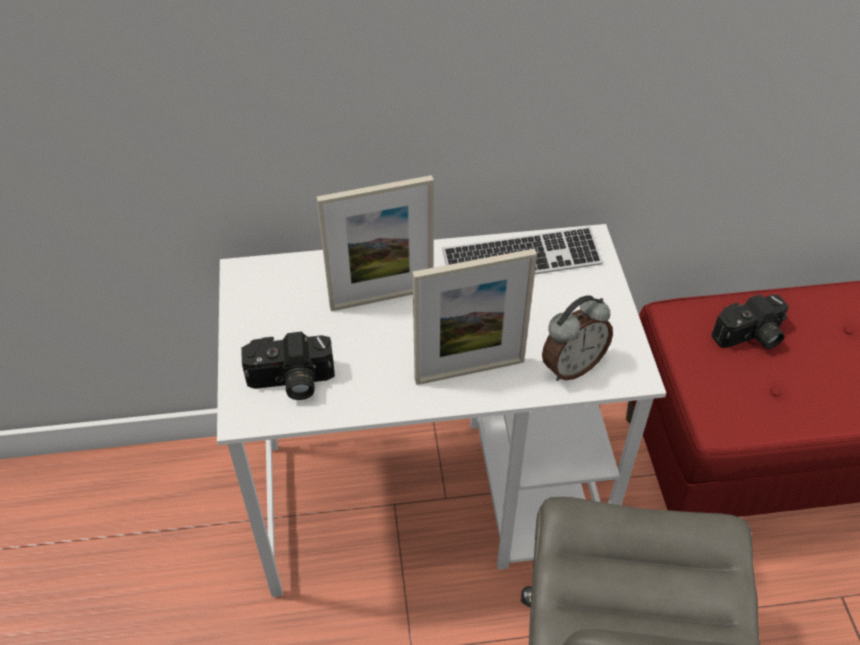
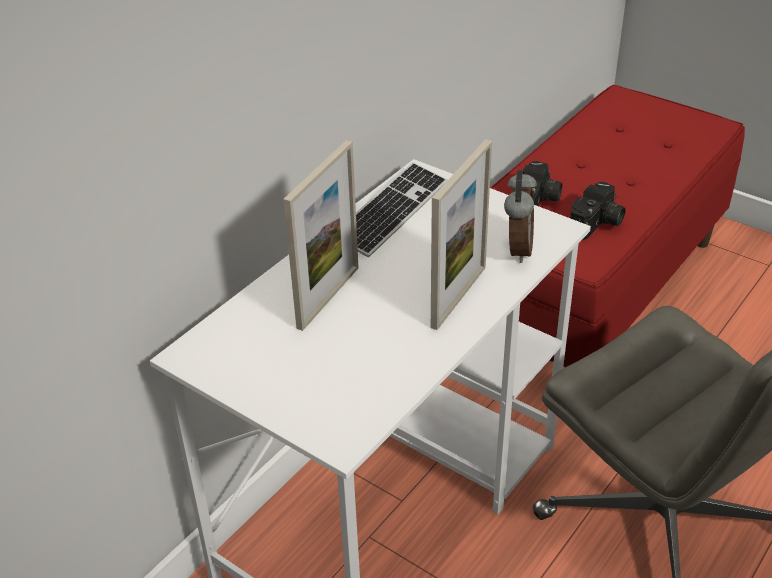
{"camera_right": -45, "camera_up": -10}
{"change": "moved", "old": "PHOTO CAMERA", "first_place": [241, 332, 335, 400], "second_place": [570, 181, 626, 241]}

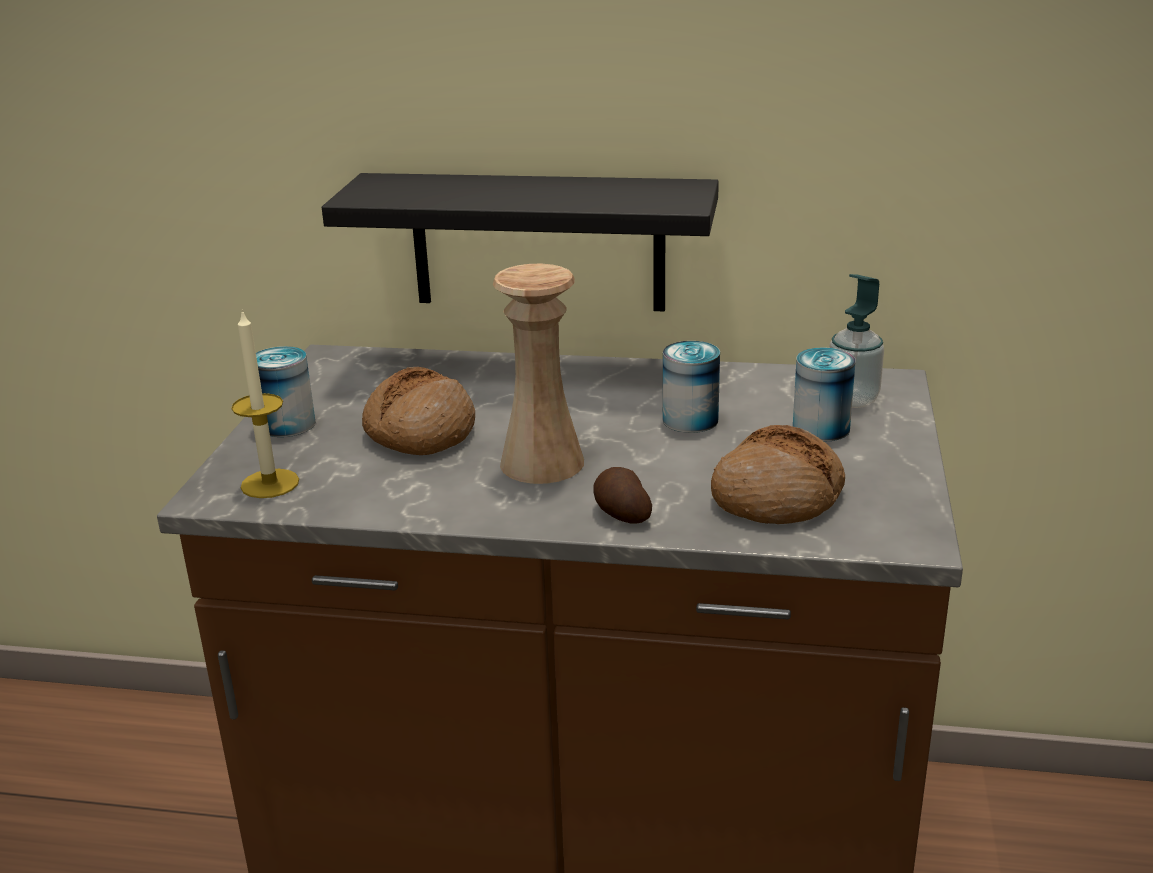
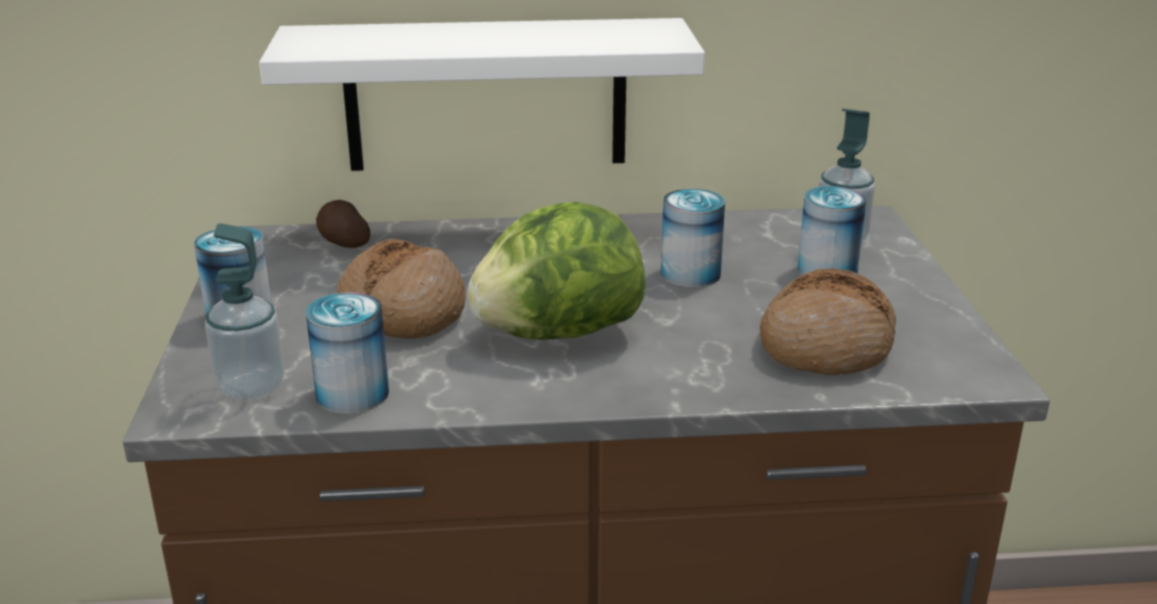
{"camera_right": -15, "camera_up": 0}
{"change": "recoloured", "old": "BLACK BRACKET SHELF", "new": "WHITE BRACKET SHELF", "first_place": [322, 173, 719, 312], "second_place": [259, 18, 705, 171]}
{"change": "replaced", "old": "SAND-COLOURED VASE", "new": "HEAD OF LETTUCE", "first_place": [493, 264, 584, 484], "second_place": [468, 202, 645, 340]}
{"change": "replaced", "old": "CANDLE", "new": "LIQUID SOAP BOTTLE", "first_place": [232, 309, 299, 498], "second_place": [205, 223, 285, 401]}
{"change": "moved", "old": "SPUD", "first_place": [593, 467, 652, 524], "second_place": [316, 200, 370, 248]}
{"change": "added", "new": "CAN", "second_place": [306, 292, 389, 414]}

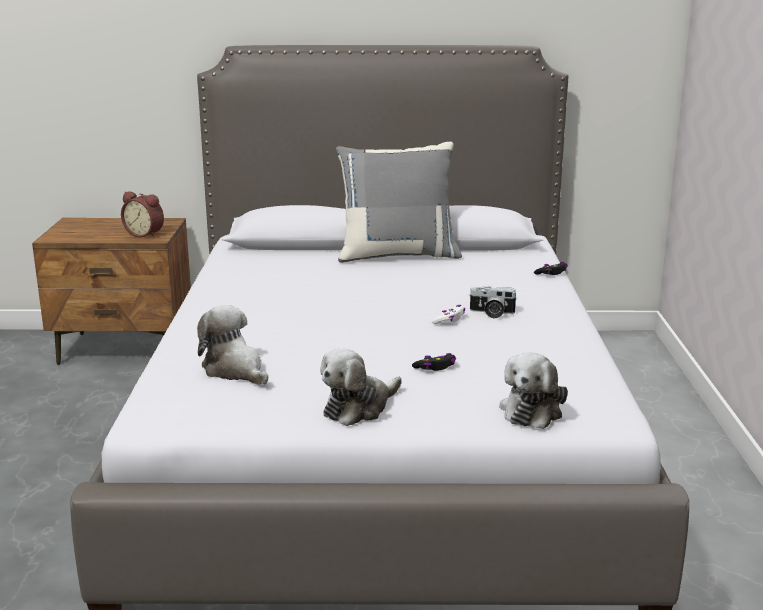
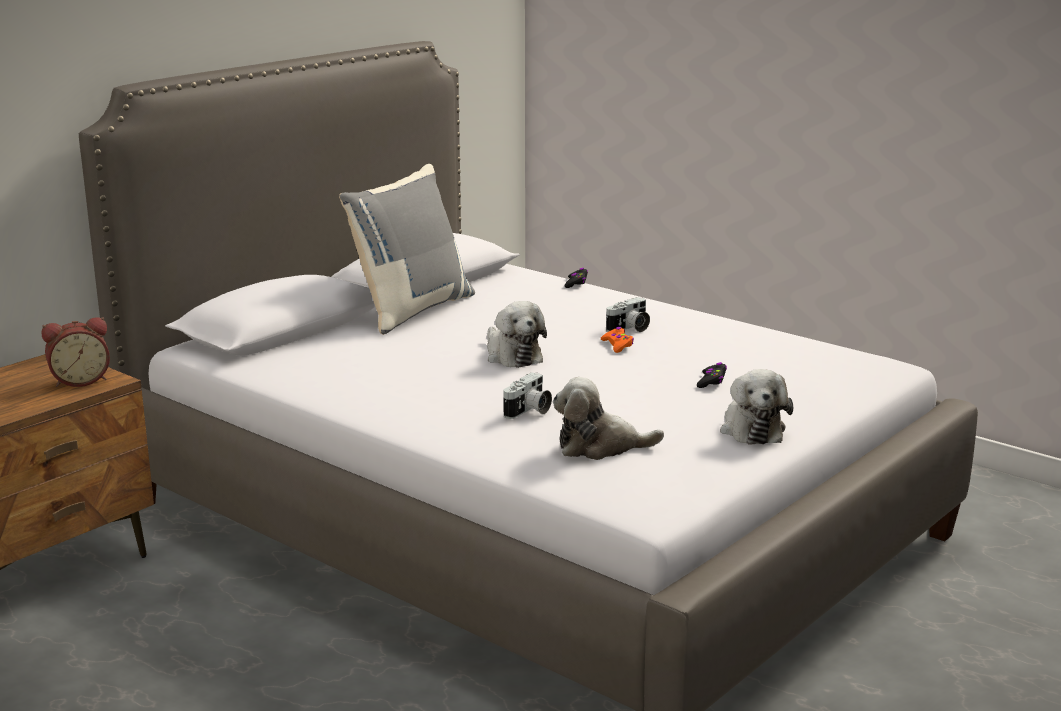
{"camera_right": -50, "camera_up": 0}
{"change": "recoloured", "old": "WHITE GAMEPAD", "new": "ORANGE GAMEPAD", "first_place": [432, 305, 465, 324], "second_place": [601, 327, 634, 353]}
{"change": "moved", "old": "CUDDLY TOY", "first_place": [499, 352, 568, 429], "second_place": [487, 301, 547, 368]}
{"change": "added", "new": "PHOTO CAMERA", "second_place": [503, 372, 552, 419]}

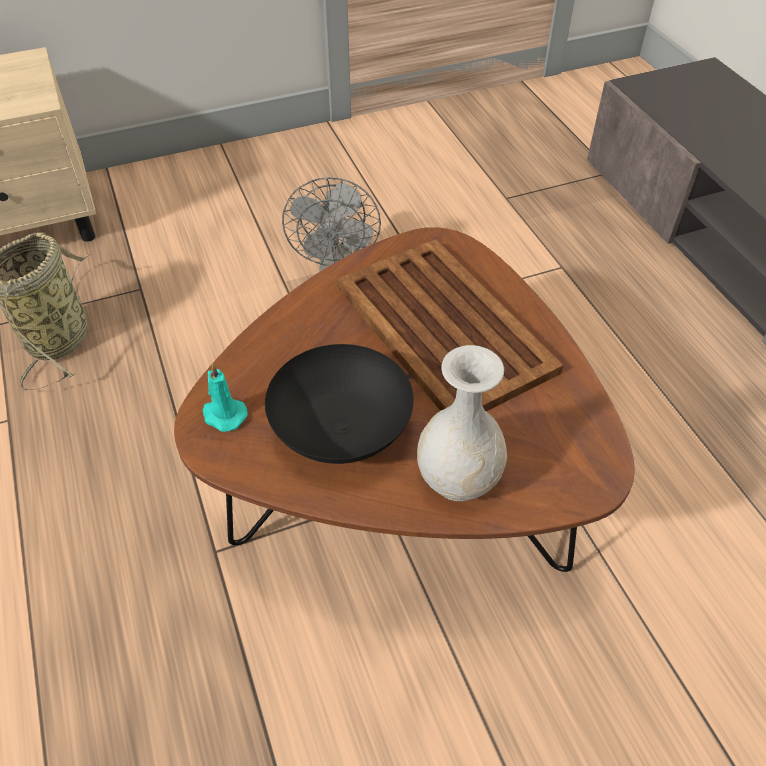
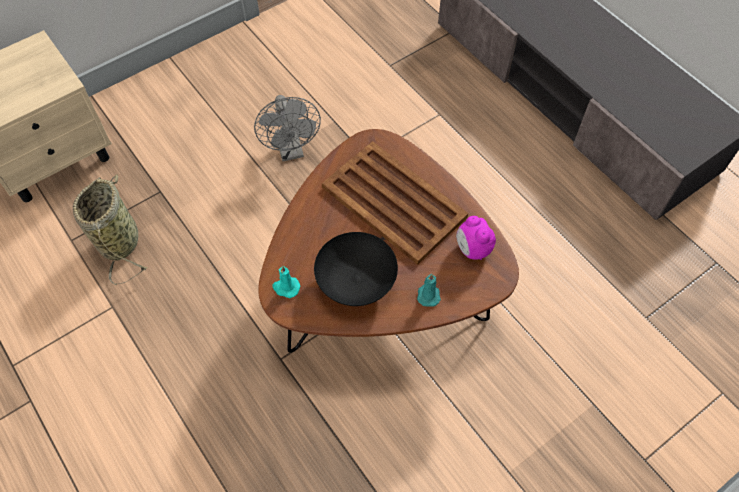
{"camera_right": -15, "camera_up": 10}
{"change": "replaced", "old": "WHITE VASE", "new": "BLUE-GREEN CANDLE", "first_place": [417, 345, 507, 501], "second_place": [417, 274, 441, 307]}
{"change": "added", "new": "BEDSIDE CLOCK", "second_place": [456, 216, 496, 260]}

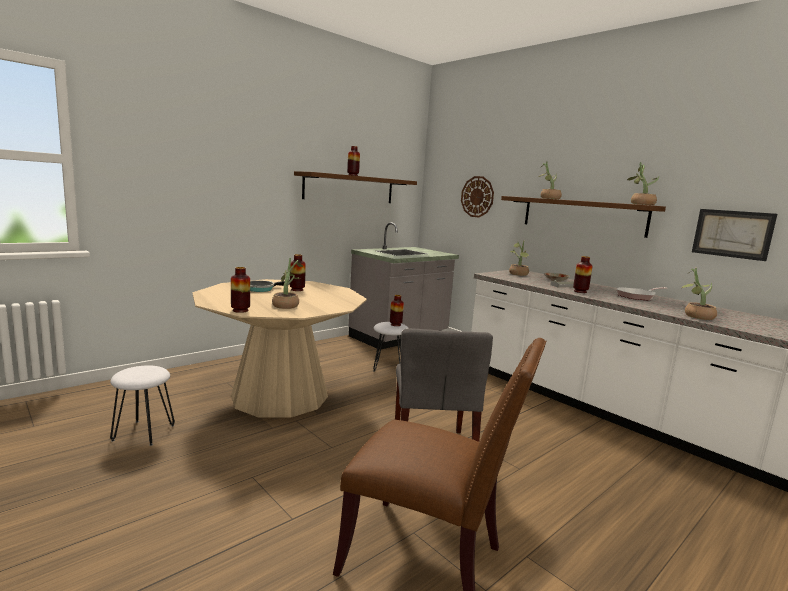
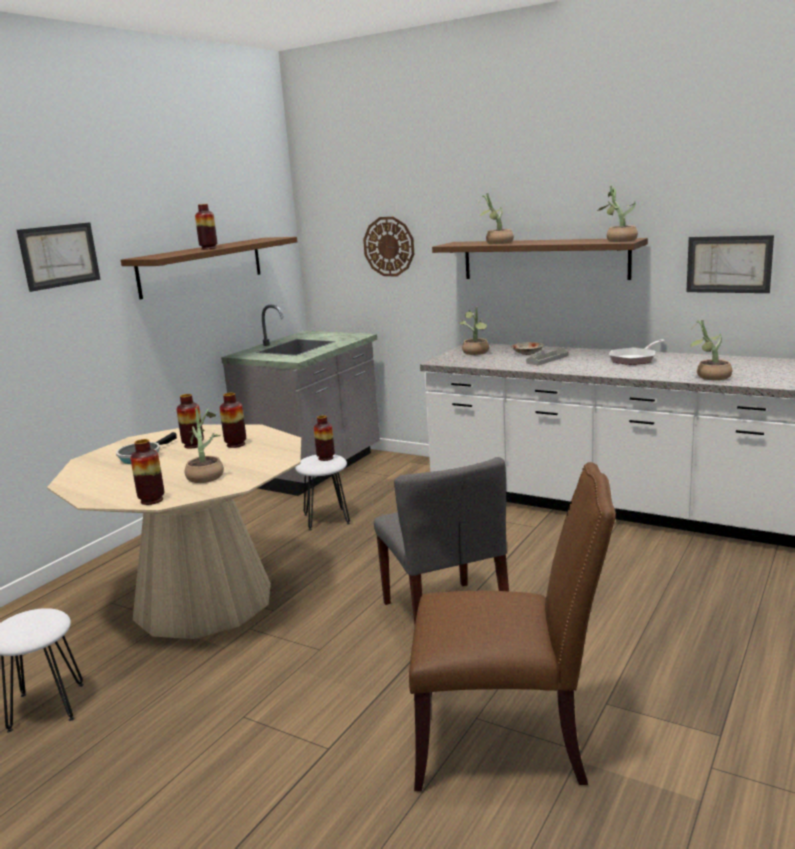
{"camera_right": -15, "camera_up": 5}
{"change": "moved", "old": "VASE", "first_place": [573, 256, 593, 293], "second_place": [220, 393, 246, 448]}
{"change": "added", "new": "WALL PICTURE", "second_place": [17, 222, 101, 292]}

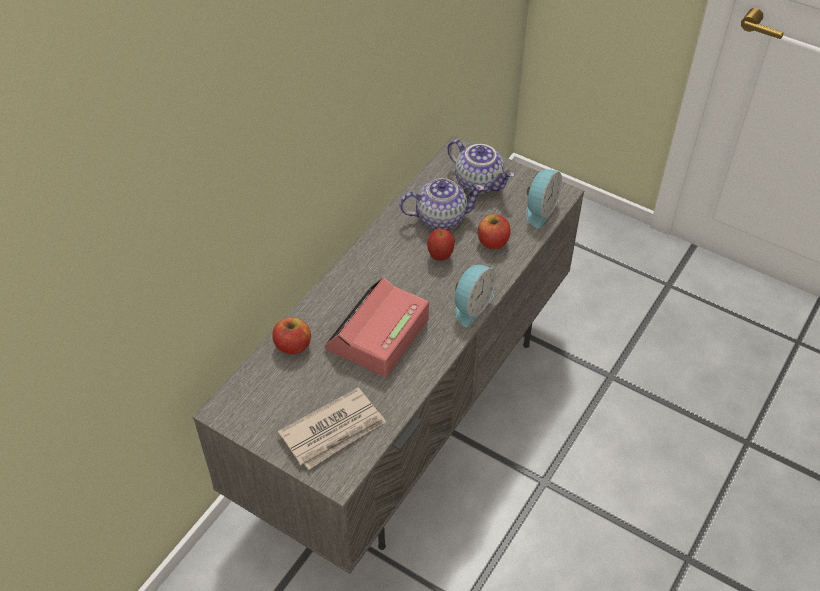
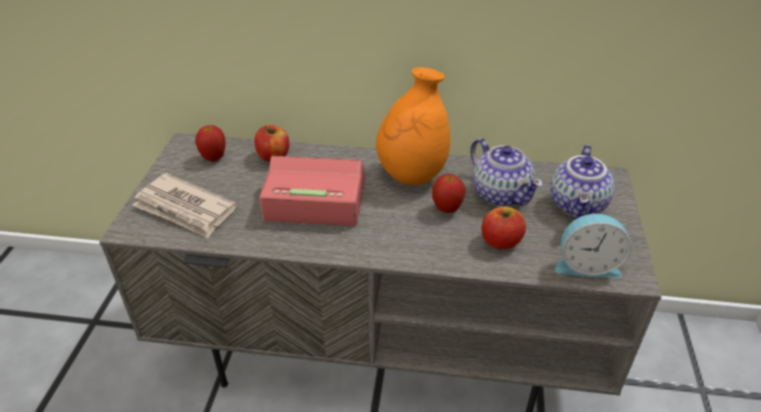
{"camera_right": 65, "camera_up": -10}
{"change": "removed", "old": "BEDSIDE CLOCK", "first_place": [455, 265, 496, 327]}
{"change": "added", "new": "ORANGE VASE", "second_place": [376, 67, 450, 185]}
{"change": "added", "new": "WHOLE APPLE", "second_place": [195, 125, 226, 161]}

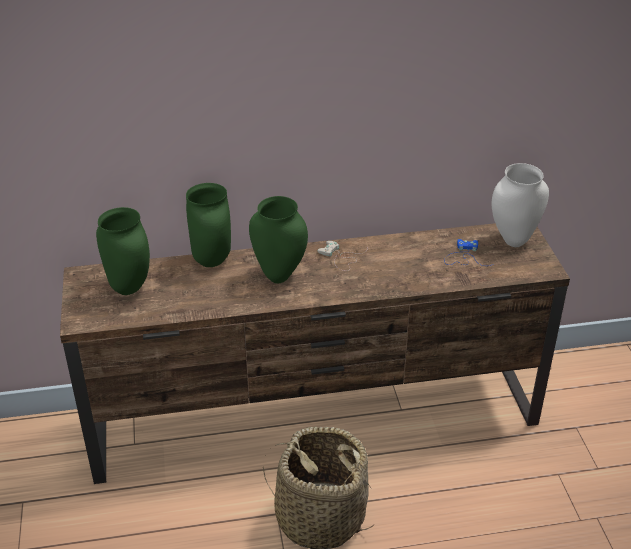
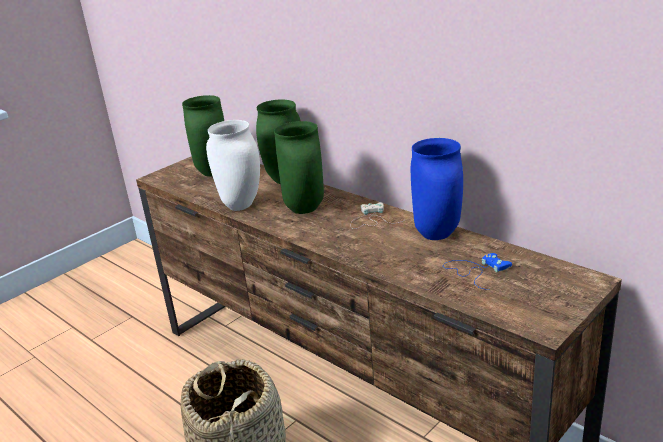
{"camera_right": 55, "camera_up": -10}
{"change": "moved", "old": "WHITE VASE", "first_place": [491, 163, 549, 247], "second_place": [206, 120, 260, 211]}
{"change": "added", "new": "BLUE VASE", "second_place": [411, 138, 463, 240]}

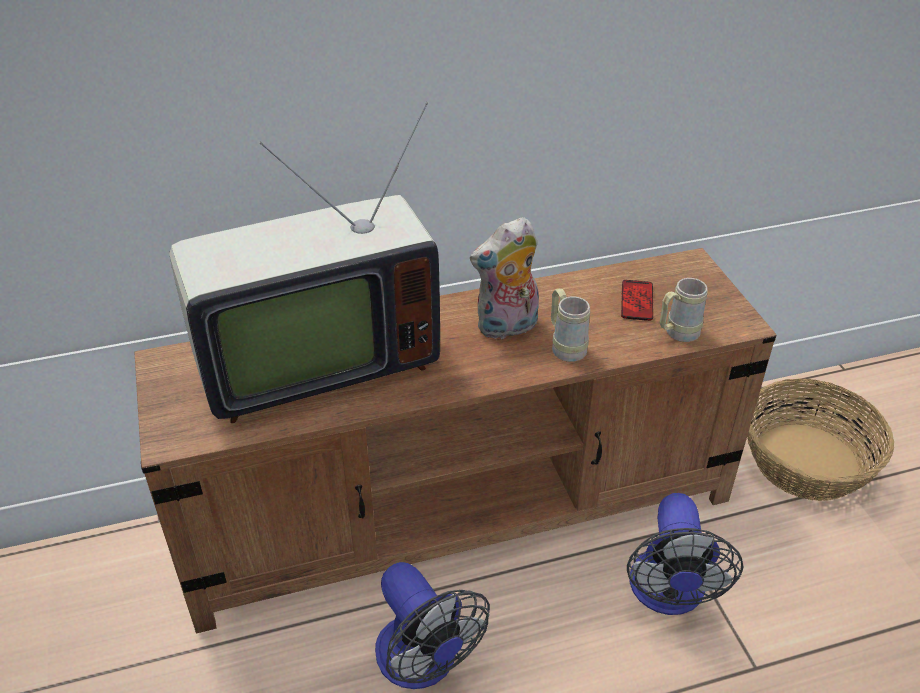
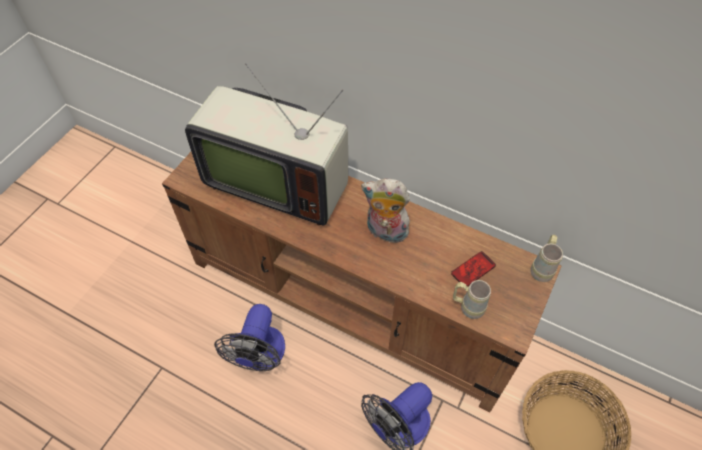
{"camera_right": 45, "camera_up": 15}
{"change": "moved", "old": "SAND-COLOURED MUG", "first_place": [551, 288, 590, 362], "second_place": [530, 235, 563, 282]}

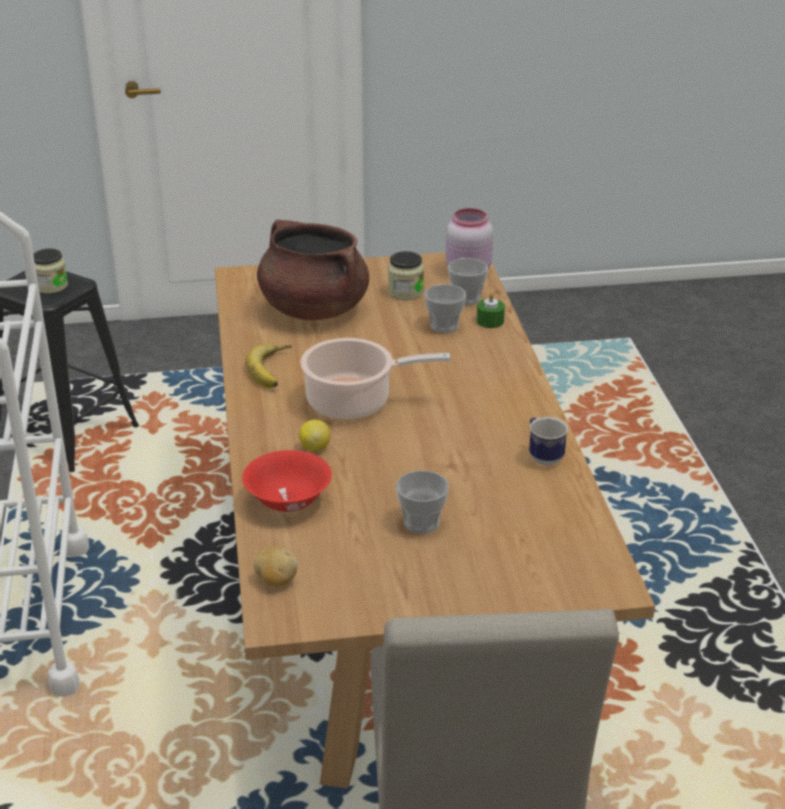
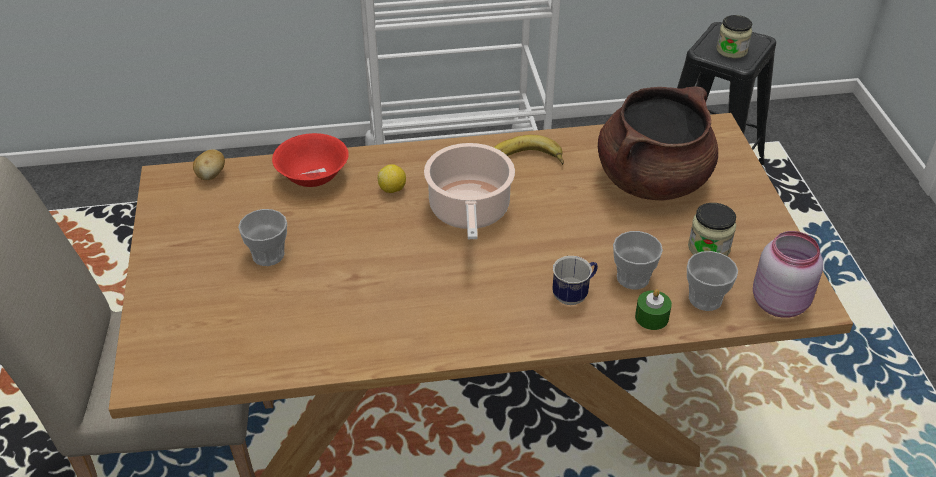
{"camera_right": 90, "camera_up": 10}
{"change": "moved", "old": "MUG", "first_place": [529, 417, 568, 466], "second_place": [552, 256, 598, 305]}

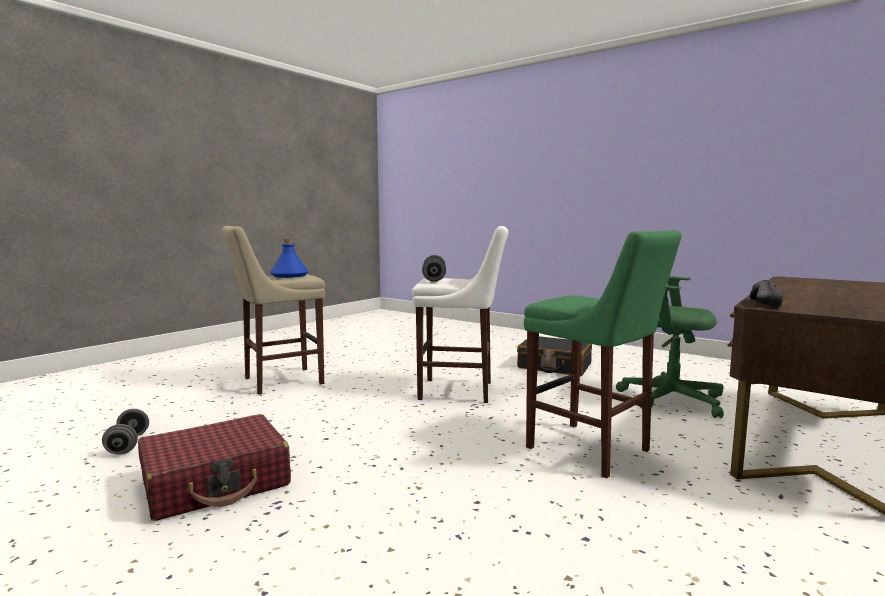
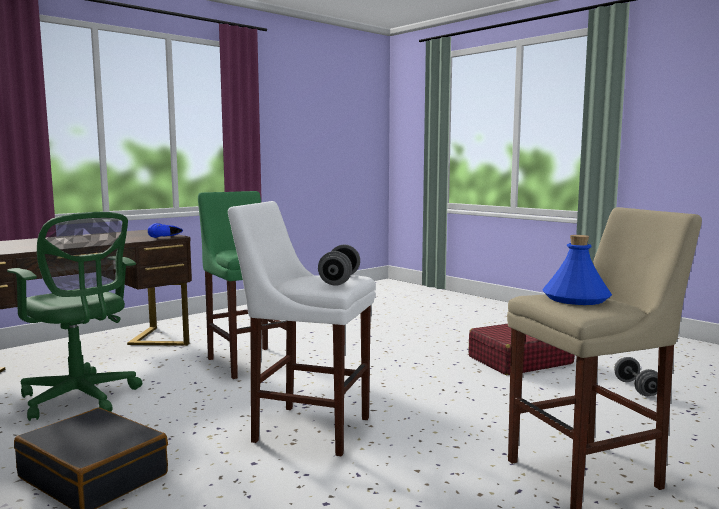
{"camera_right": -170, "camera_up": 0}
{"change": "recoloured", "old": "BLACK LOW SHOE", "new": "BLUE LOW SHOE", "first_place": [750, 280, 783, 308], "second_place": [148, 223, 183, 238]}

